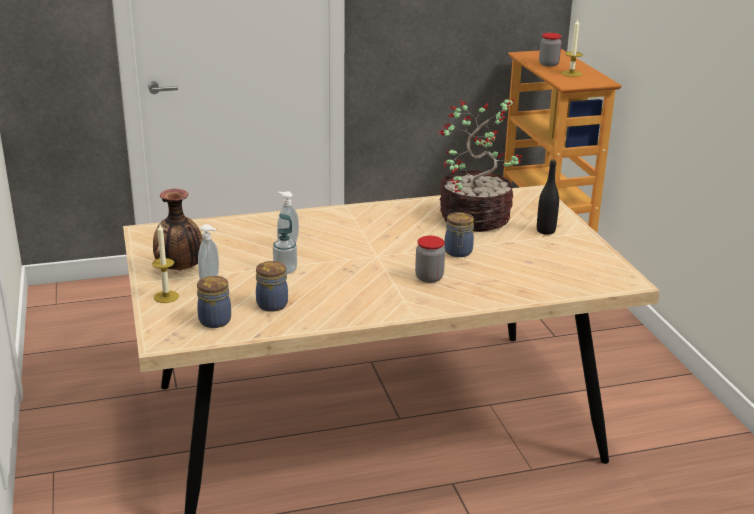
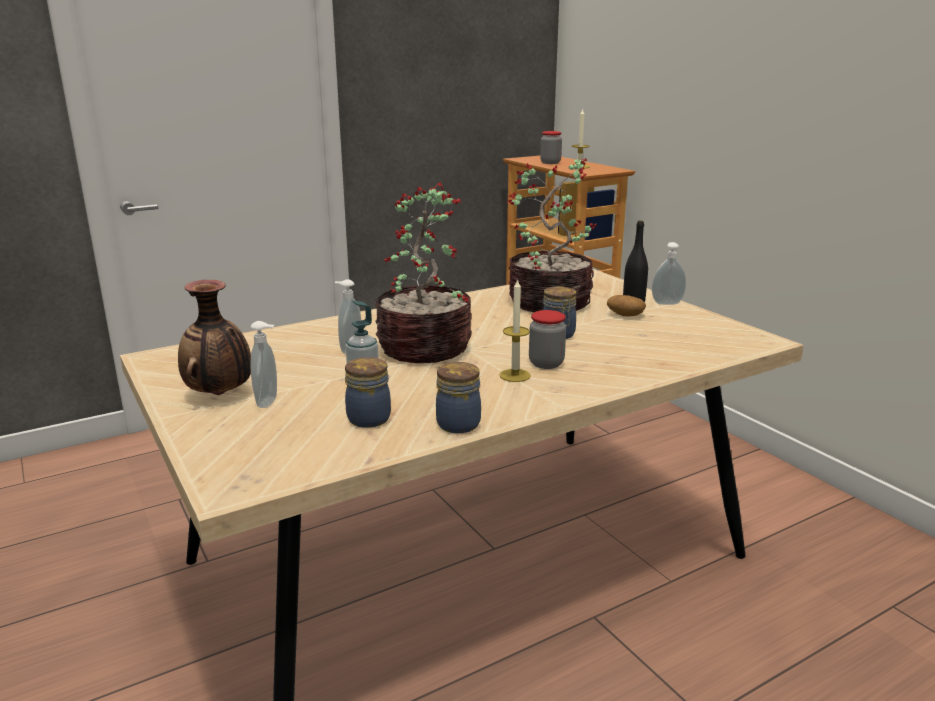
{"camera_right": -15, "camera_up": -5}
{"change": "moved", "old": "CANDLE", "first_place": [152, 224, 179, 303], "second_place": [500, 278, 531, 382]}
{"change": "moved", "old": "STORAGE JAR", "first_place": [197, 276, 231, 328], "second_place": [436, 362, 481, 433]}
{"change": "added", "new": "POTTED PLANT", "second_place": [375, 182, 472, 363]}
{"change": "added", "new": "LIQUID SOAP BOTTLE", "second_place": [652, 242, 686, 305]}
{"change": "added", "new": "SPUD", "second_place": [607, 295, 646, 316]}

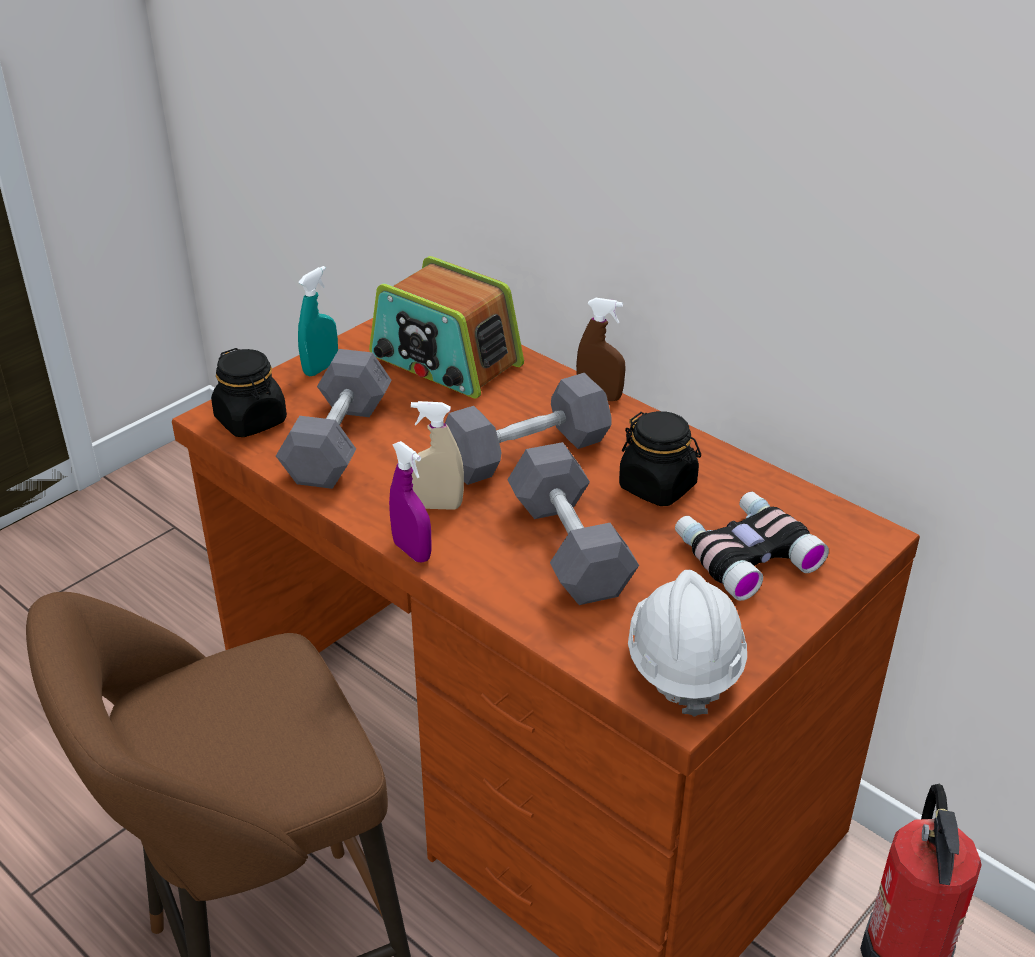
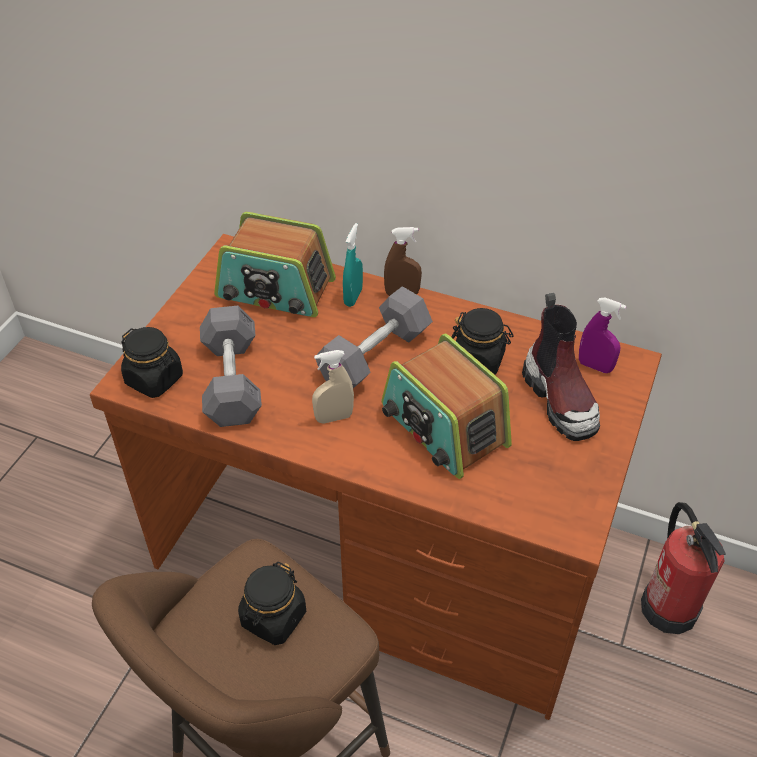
{"camera_right": -20, "camera_up": 10}
{"change": "moved", "old": "BLUE-GREEN SPRAY BOTTLE", "first_place": [298, 266, 338, 377], "second_place": [343, 223, 363, 307]}
{"change": "moved", "old": "PURPLISH SPRAY BOTTLE", "first_place": [389, 441, 432, 562], "second_place": [579, 298, 626, 373]}
{"change": "replaced", "old": "GRAY DUMBBELL", "new": "RADIO SET", "first_place": [507, 442, 639, 605], "second_place": [382, 334, 512, 479]}
{"change": "replaced", "old": "BINOCULARS", "new": "BOOT", "first_place": [675, 492, 829, 601], "second_place": [522, 293, 600, 441]}
{"change": "removed", "old": "WHITE WORK HELMET", "first_place": [628, 570, 747, 716]}
{"change": "added", "new": "BLACK STORAGE JAR", "second_place": [238, 562, 306, 645]}

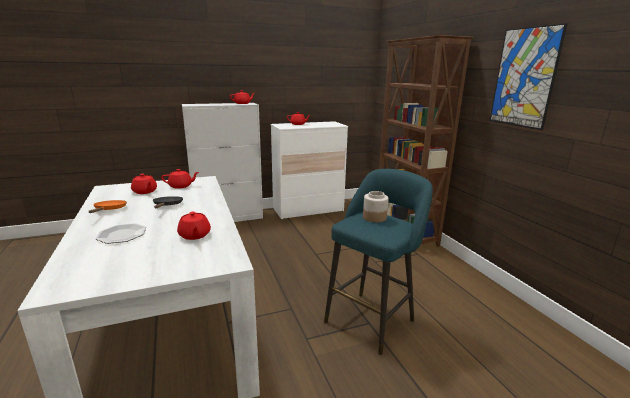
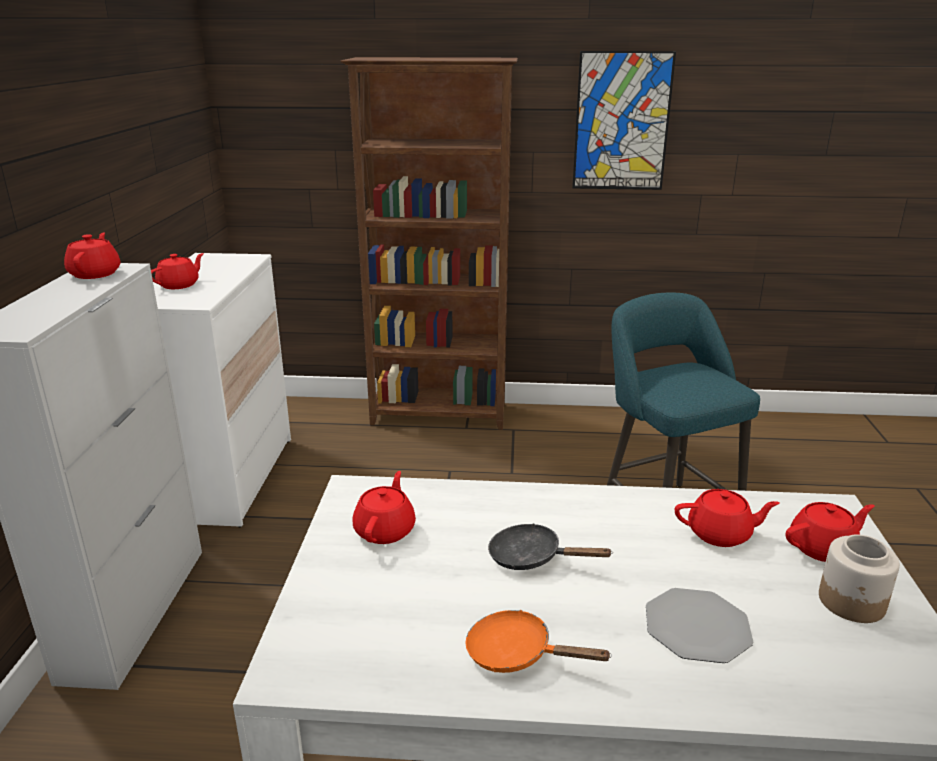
{"camera_right": -65, "camera_up": 5}
{"change": "moved", "old": "RED POT FOR TEA", "first_place": [131, 174, 157, 194], "second_place": [786, 502, 875, 562]}
{"change": "moved", "old": "STORAGE JAR", "first_place": [363, 191, 389, 222], "second_place": [819, 534, 900, 623]}

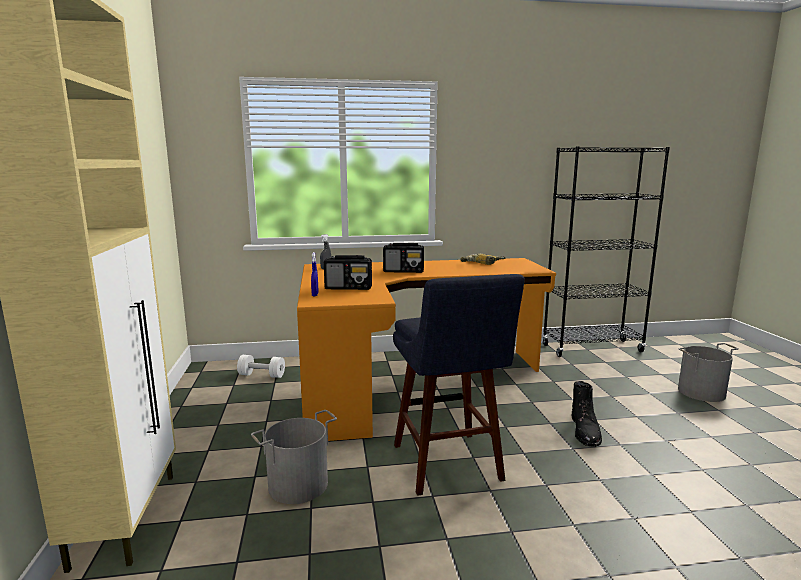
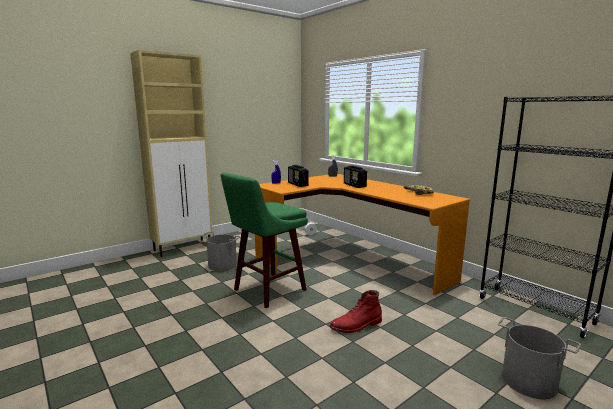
{"camera_right": 60, "camera_up": 0}
{"change": "recoloured", "old": "BLUE STOOL", "new": "GREENISH STOOL", "first_place": [393, 274, 525, 496], "second_place": [221, 173, 308, 308]}
{"change": "recoloured", "old": "BLACK BOOT", "new": "RED BOOT", "first_place": [571, 381, 602, 447], "second_place": [330, 290, 382, 333]}

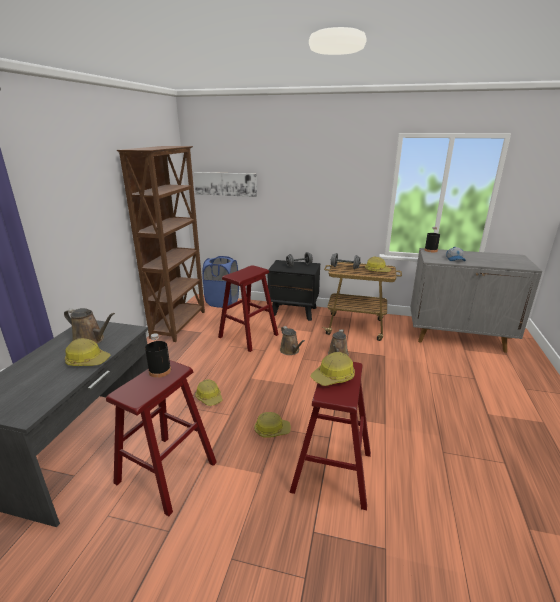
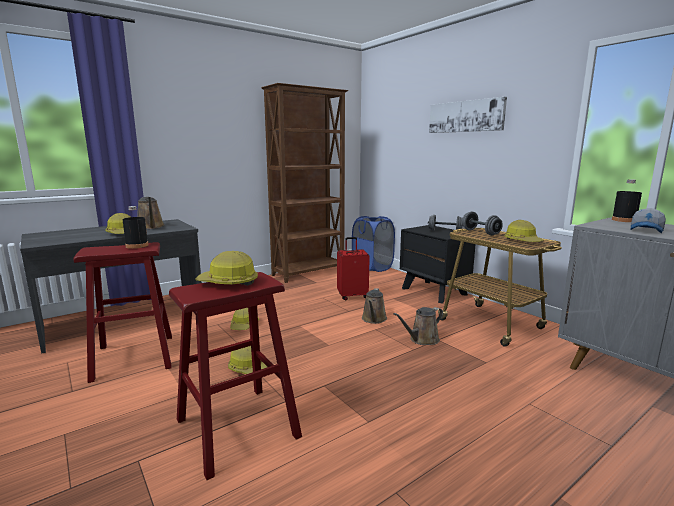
{"camera_right": 40, "camera_up": -10}
{"change": "moved", "old": "WALL PICTURE", "first_place": [194, 172, 257, 197], "second_place": [429, 97, 507, 133]}
{"change": "replaced", "old": "RED STOOL", "new": "RED PIECE OF LUGGAGE", "first_place": [218, 265, 279, 352], "second_place": [337, 237, 370, 300]}

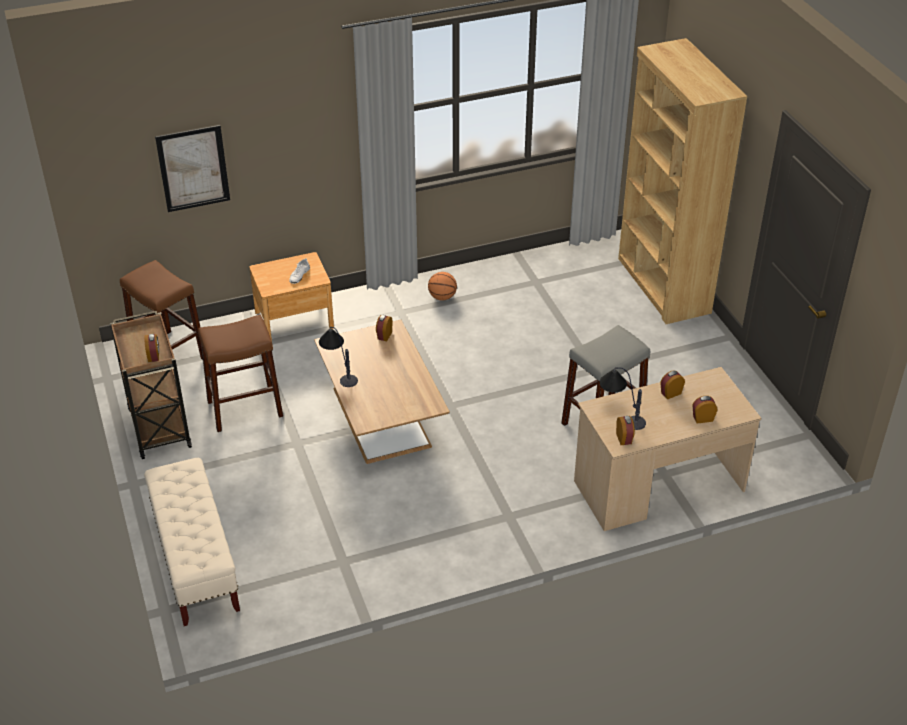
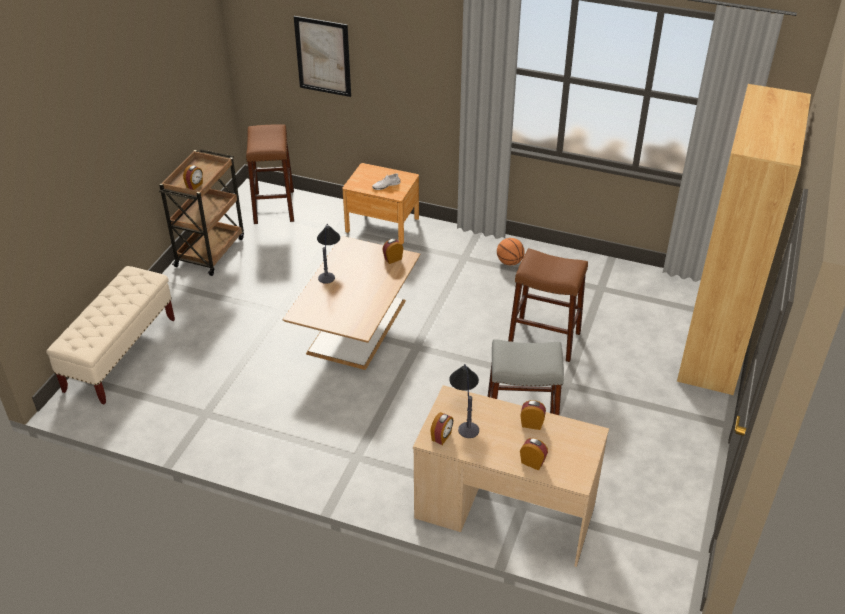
{"camera_right": 40, "camera_up": 0}
{"change": "moved", "old": "BROWN STOOL", "first_place": [198, 315, 283, 432], "second_place": [508, 248, 588, 362]}

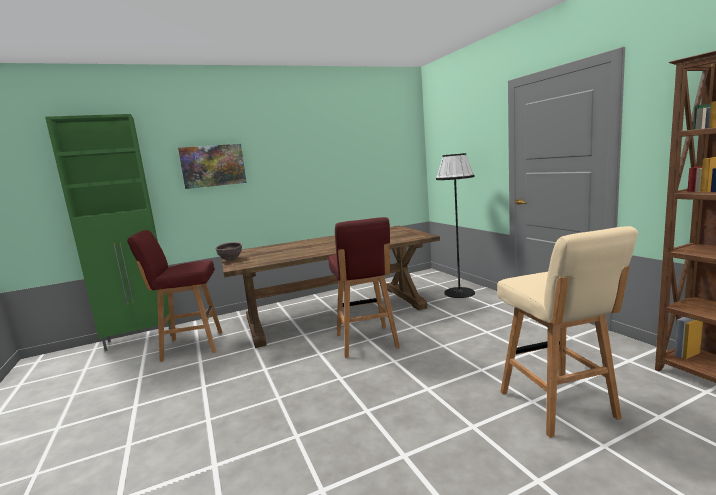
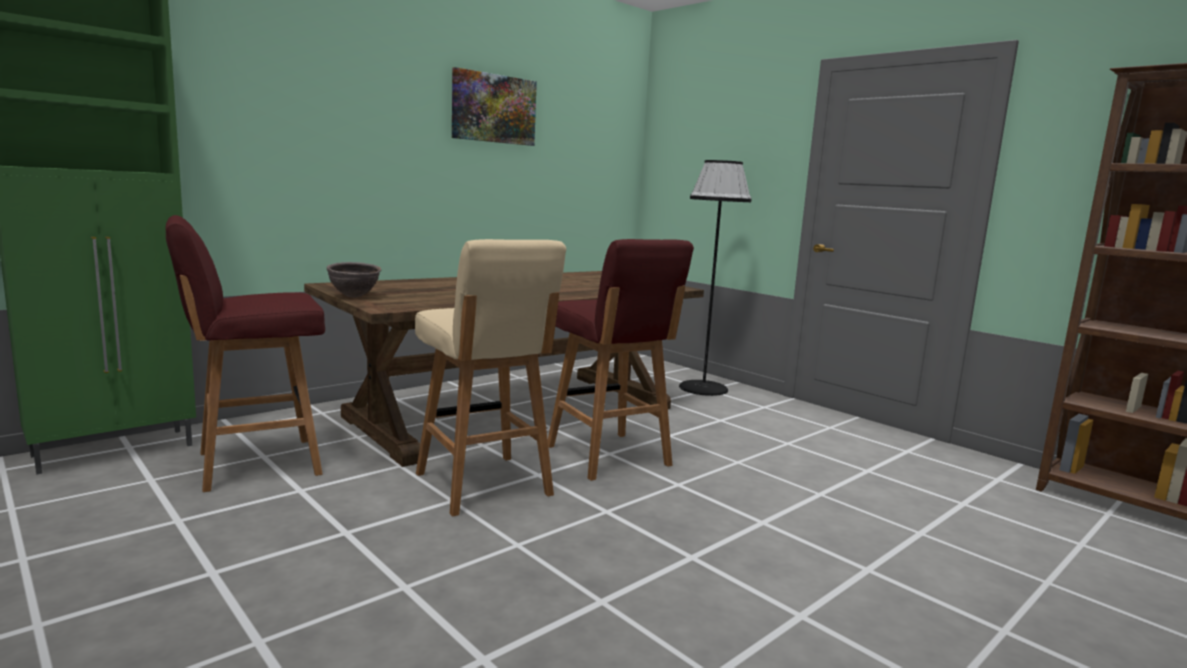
{"camera_right": -20, "camera_up": 0}
{"change": "moved", "old": "WALL PICTURE", "first_place": [178, 144, 247, 189], "second_place": [452, 67, 537, 146]}
{"change": "moved", "old": "SAND-COLOURED STOOL", "first_place": [497, 226, 638, 438], "second_place": [415, 239, 566, 516]}

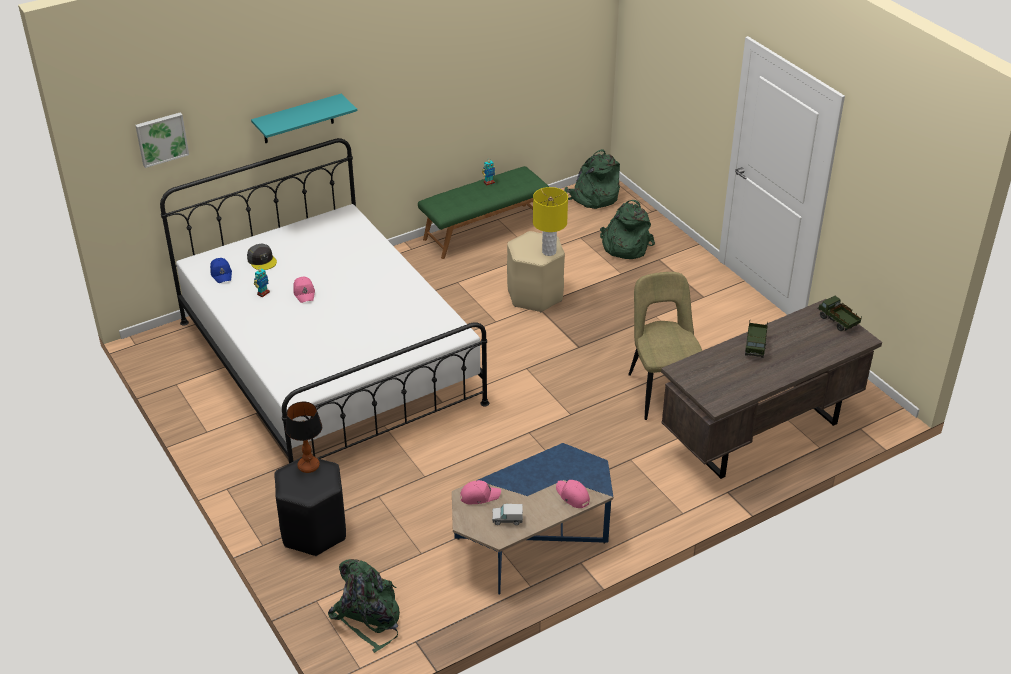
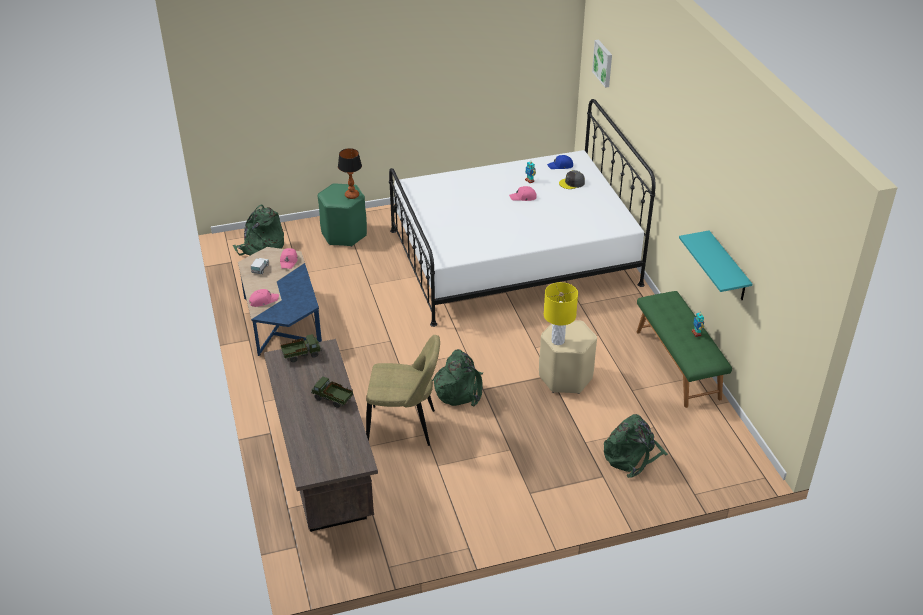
{"camera_right": 105, "camera_up": 0}
{"change": "moved", "old": "BLUE-GREEN BRACKET SHELF", "first_place": [251, 94, 357, 143], "second_place": [679, 231, 752, 300]}
{"change": "moved", "old": "GREENISH RUCKSACK", "first_place": [565, 149, 620, 209], "second_place": [432, 349, 483, 407]}
{"change": "moved", "old": "TOY TRUCK", "first_place": [818, 296, 862, 331], "second_place": [281, 334, 322, 362]}
{"change": "recoloured", "old": "BLACK STOOL", "new": "GREENISH STOOL", "first_place": [274, 457, 346, 556], "second_place": [318, 183, 367, 247]}

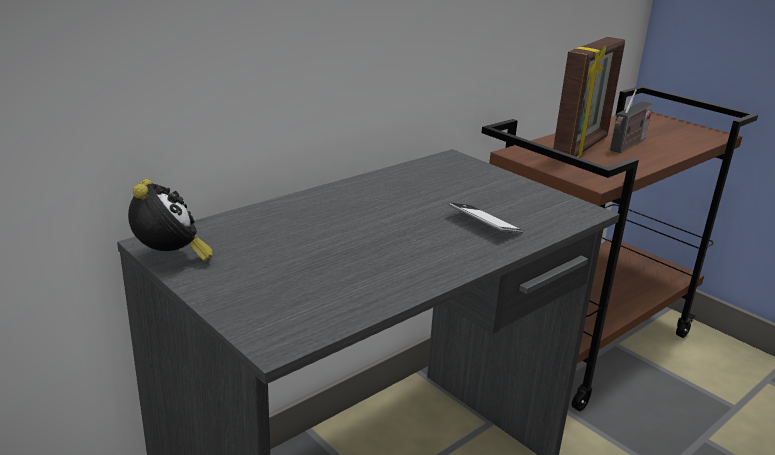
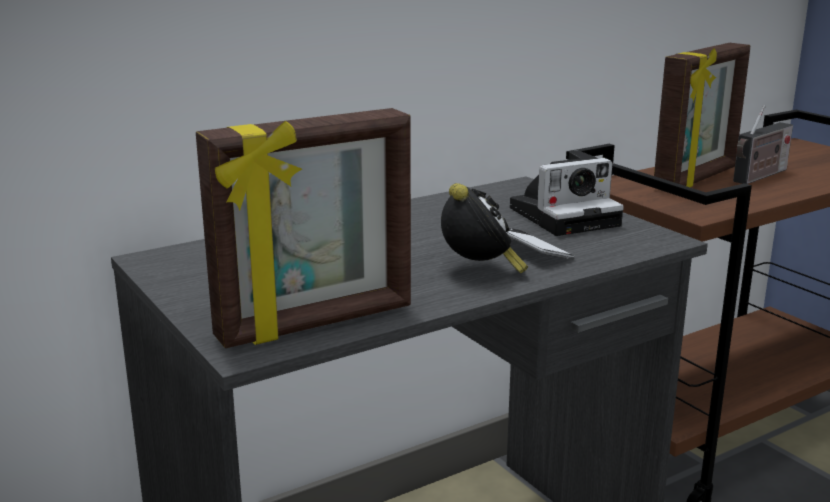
{"camera_right": 10, "camera_up": -5}
{"change": "moved", "old": "BEDSIDE CLOCK", "first_place": [128, 179, 213, 262], "second_place": [441, 183, 528, 274]}
{"change": "added", "new": "STANDING FRAME", "second_place": [196, 108, 411, 348]}
{"change": "added", "new": "PHOTO CAMERA", "second_place": [510, 150, 624, 236]}

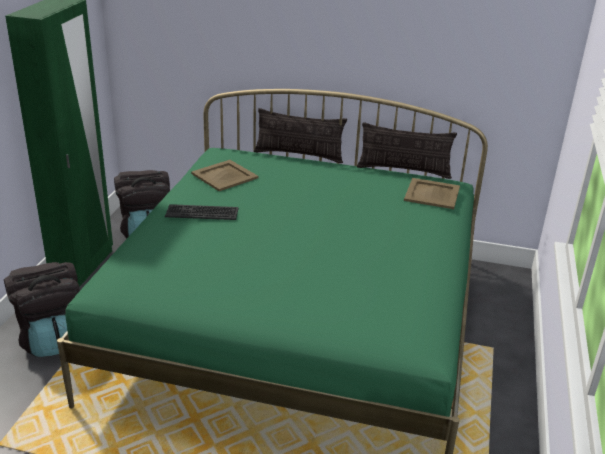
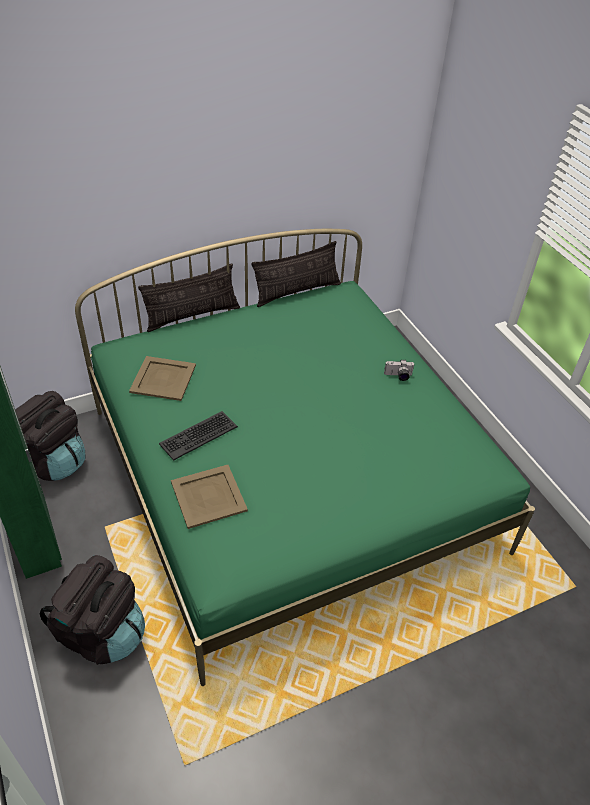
{"camera_right": -40, "camera_up": 15}
{"change": "moved", "old": "SAND-COLOURED SERVING TRAY", "first_place": [404, 178, 460, 209], "second_place": [171, 465, 248, 529]}
{"change": "added", "new": "PHOTO CAMERA", "second_place": [384, 360, 414, 381]}

